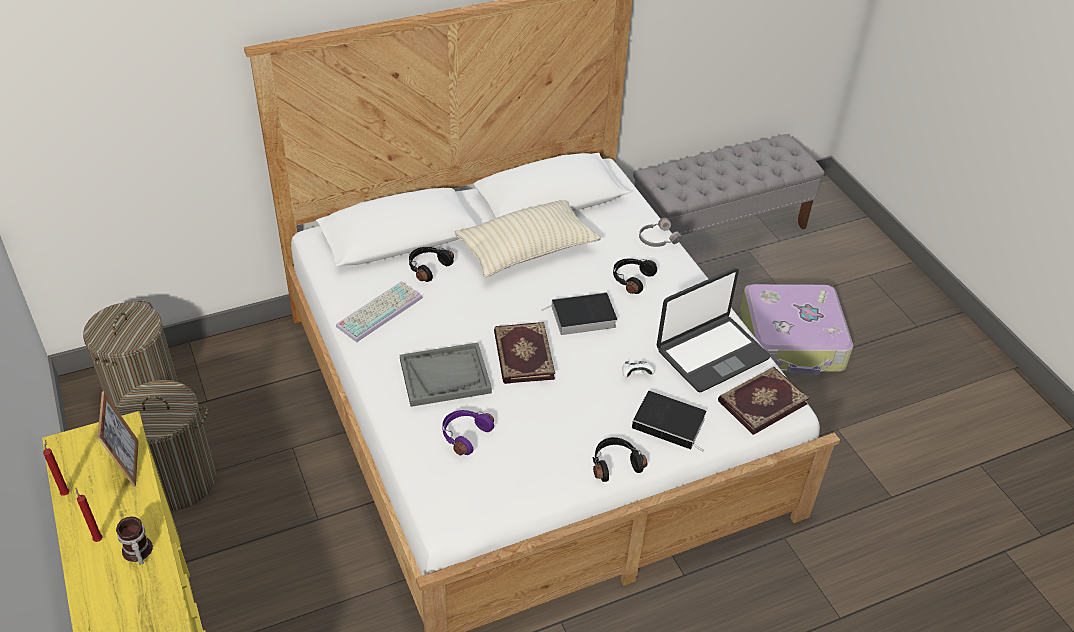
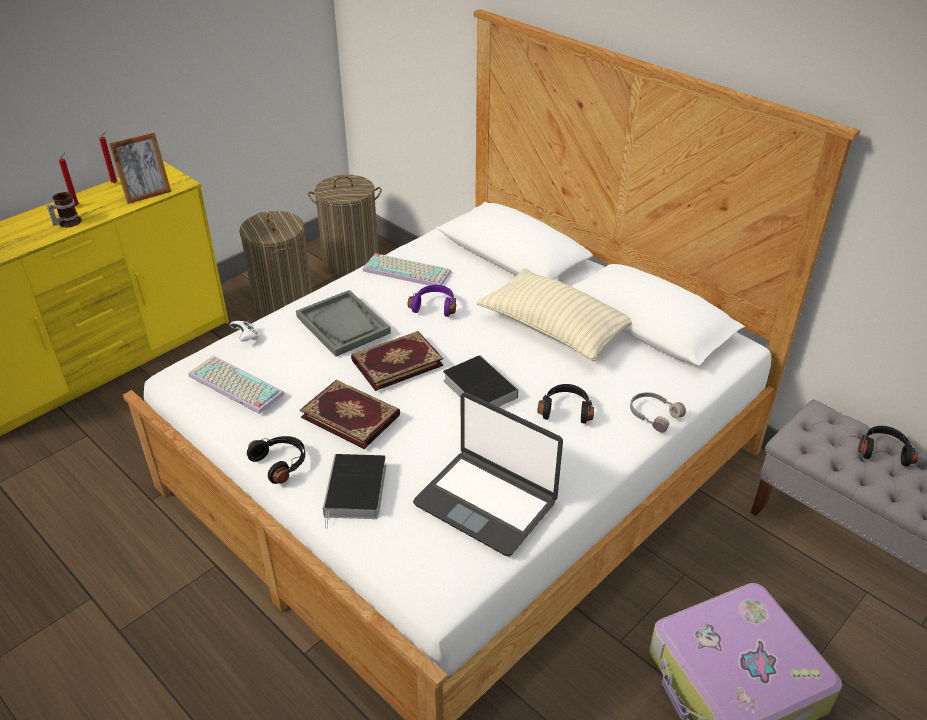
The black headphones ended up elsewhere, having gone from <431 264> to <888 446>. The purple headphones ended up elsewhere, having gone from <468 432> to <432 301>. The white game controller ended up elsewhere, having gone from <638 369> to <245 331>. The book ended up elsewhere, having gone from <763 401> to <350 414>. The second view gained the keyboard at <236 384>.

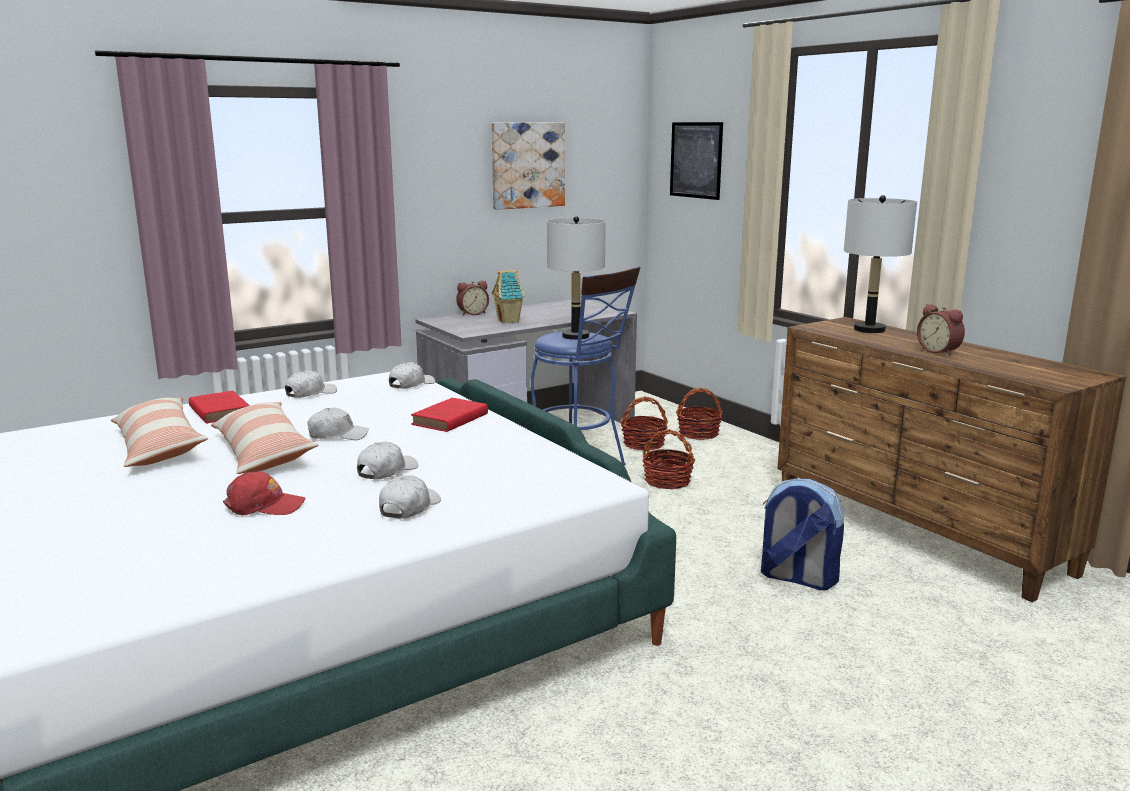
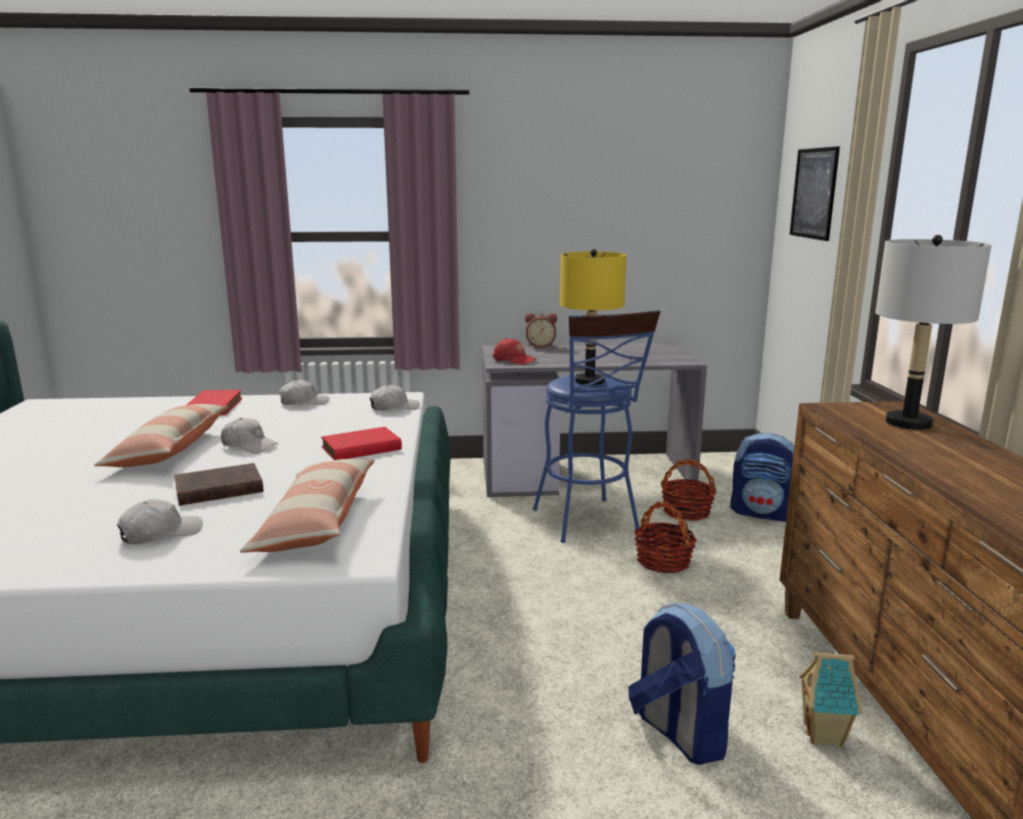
The pillow ended up elsewhere, having gone from <159 432> to <307 506>. The red cap ended up elsewhere, having gone from <264 493> to <515 351>. Where the white cap stood at <387 461>, the brown book came to stand at <219 484>. The second view lost the picture at <528 166>. The toy house ended up elsewhere, having gone from <508 296> to <830 698>. What was the grey table lamp at <576 278> turned into the yellow table lamp at <593 317>. Where the basket stood at <699 414>, the backpack came to stand at <762 477>. The second view lost the alarm clock at <941 330>.

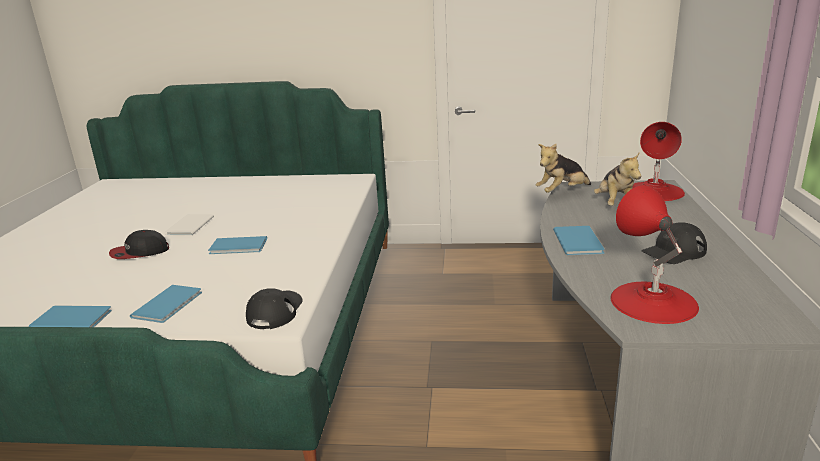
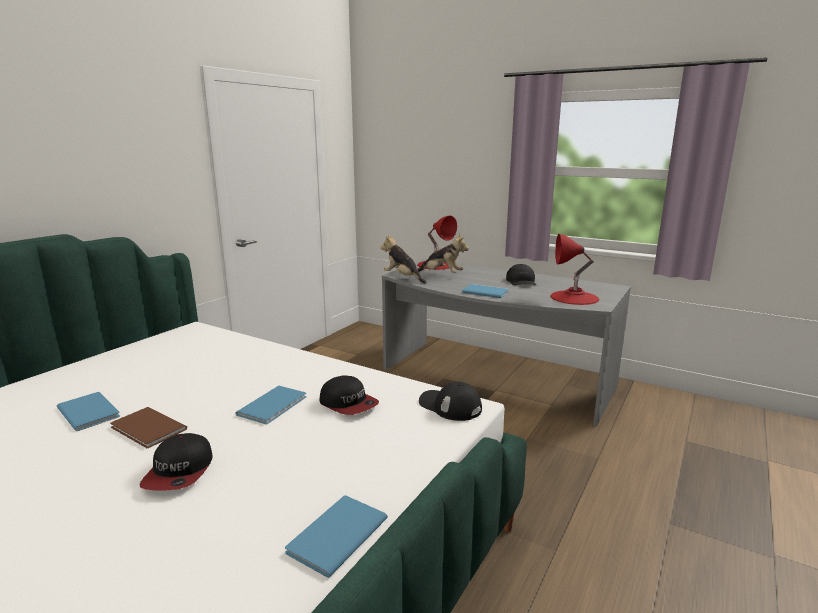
The blue book ended up elsewhere, having gone from <166 304> to <88 411>. What was the white book at <189 225> turned into the brown book at <148 427>. The plush toy at <563 168> ended up facing another way, 135 degrees clockwise from before. The second view gained the cap at <349 395>.

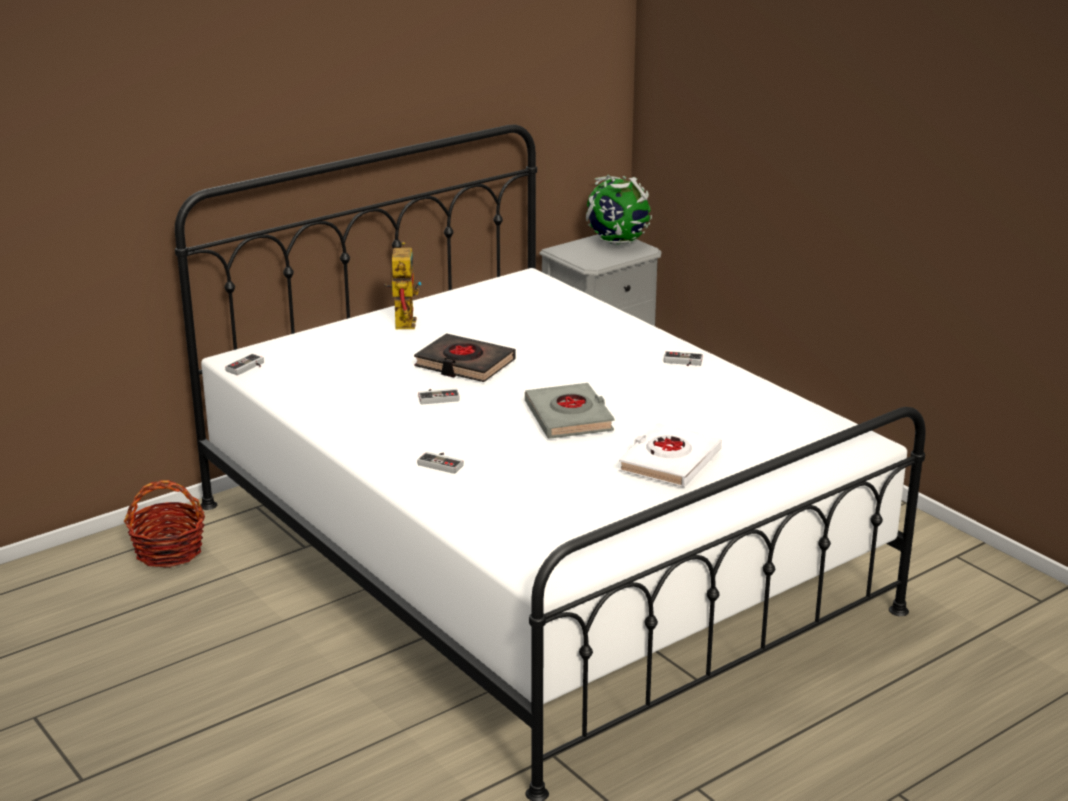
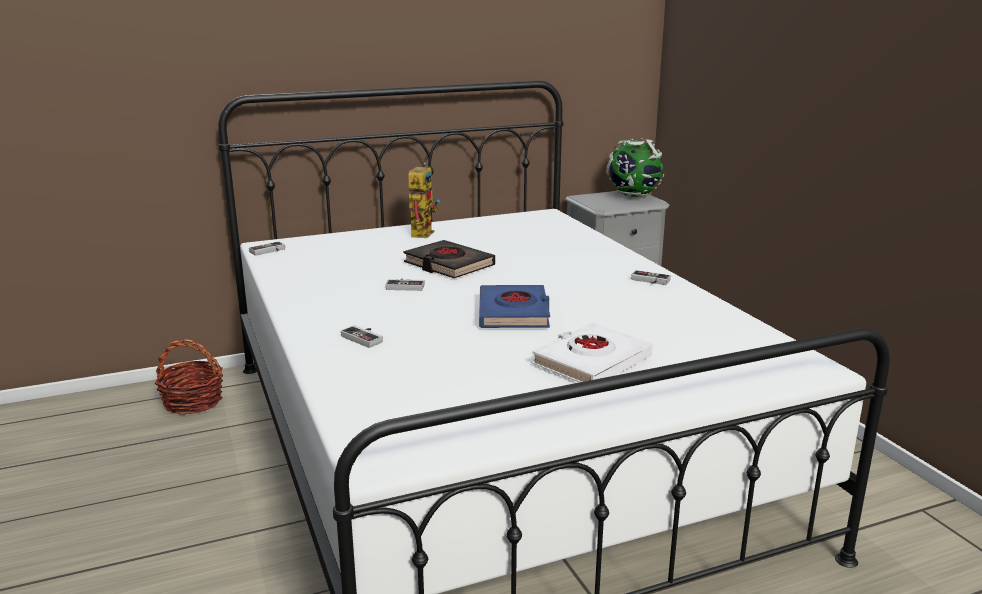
What was the grey book at <569 411> turned into the blue book at <514 306>.

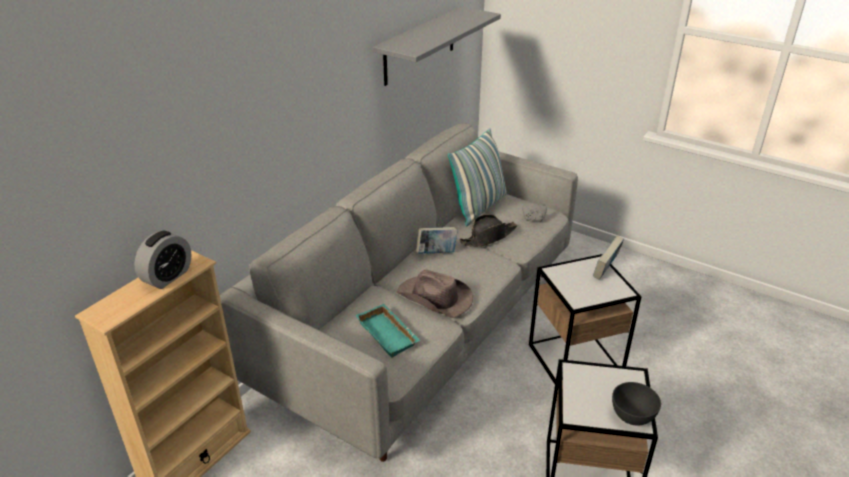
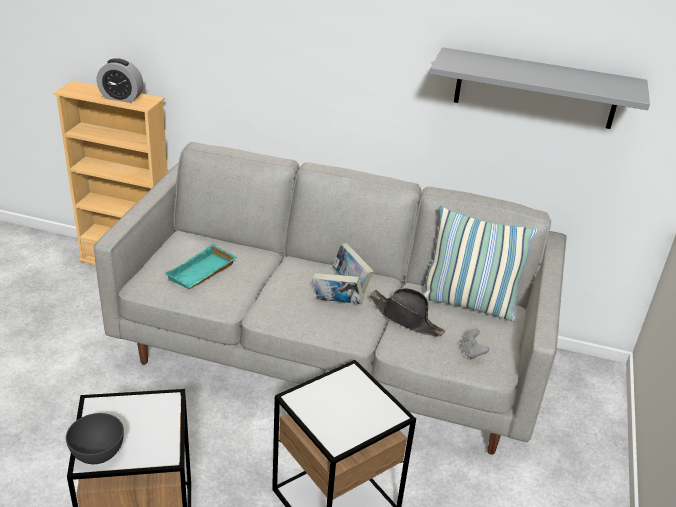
The second view lost the brown hat at <435 294>. The book ended up elsewhere, having gone from <608 258> to <338 288>.

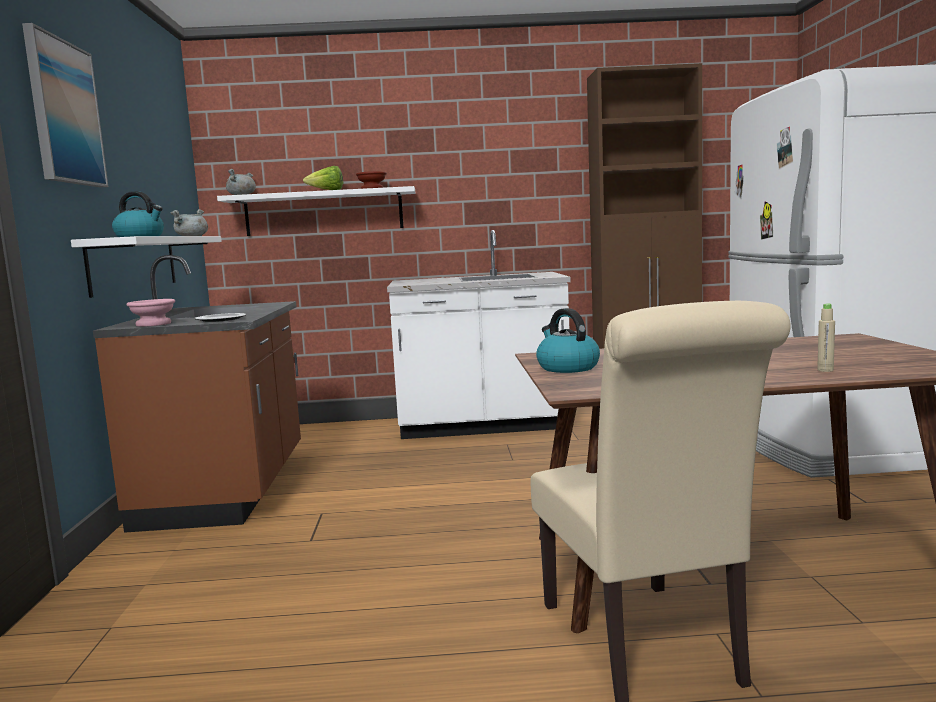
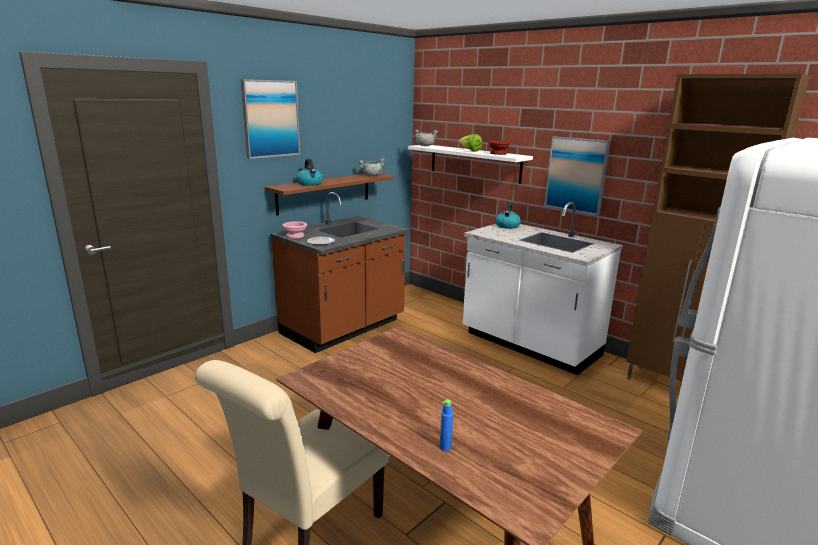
What was the white shelf at <146 267> turned into the brown shelf at <329 194>. The kettle ended up elsewhere, having gone from <568 340> to <508 215>. What was the beige bottle at <826 338> turned into the blue bottle at <446 425>. The second view gained the picture at <577 176>.

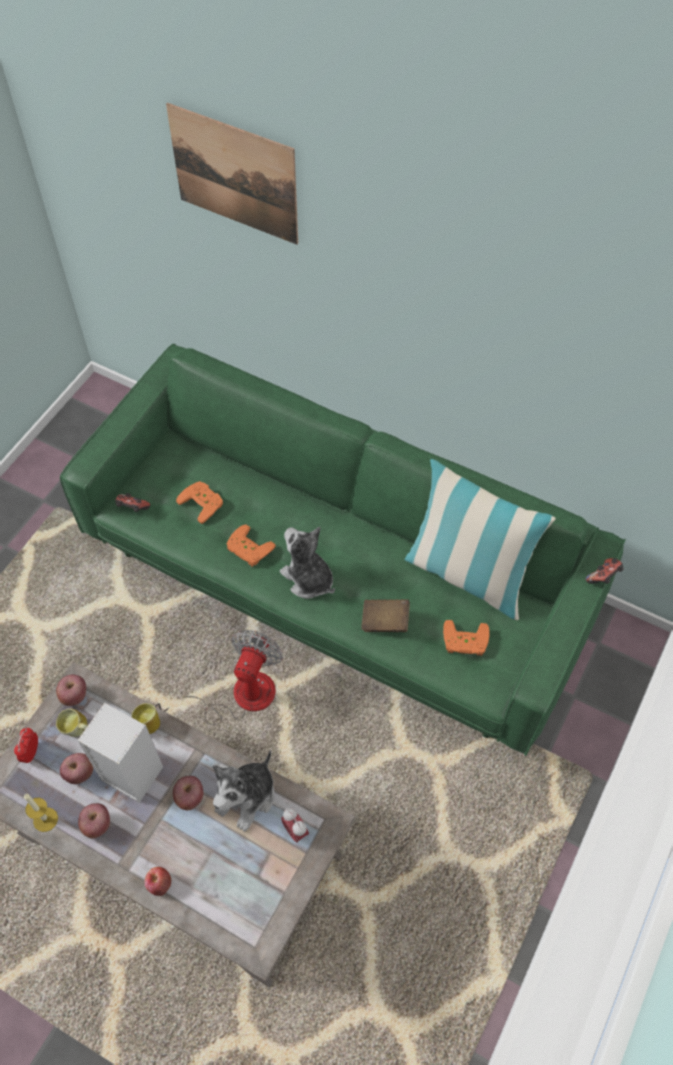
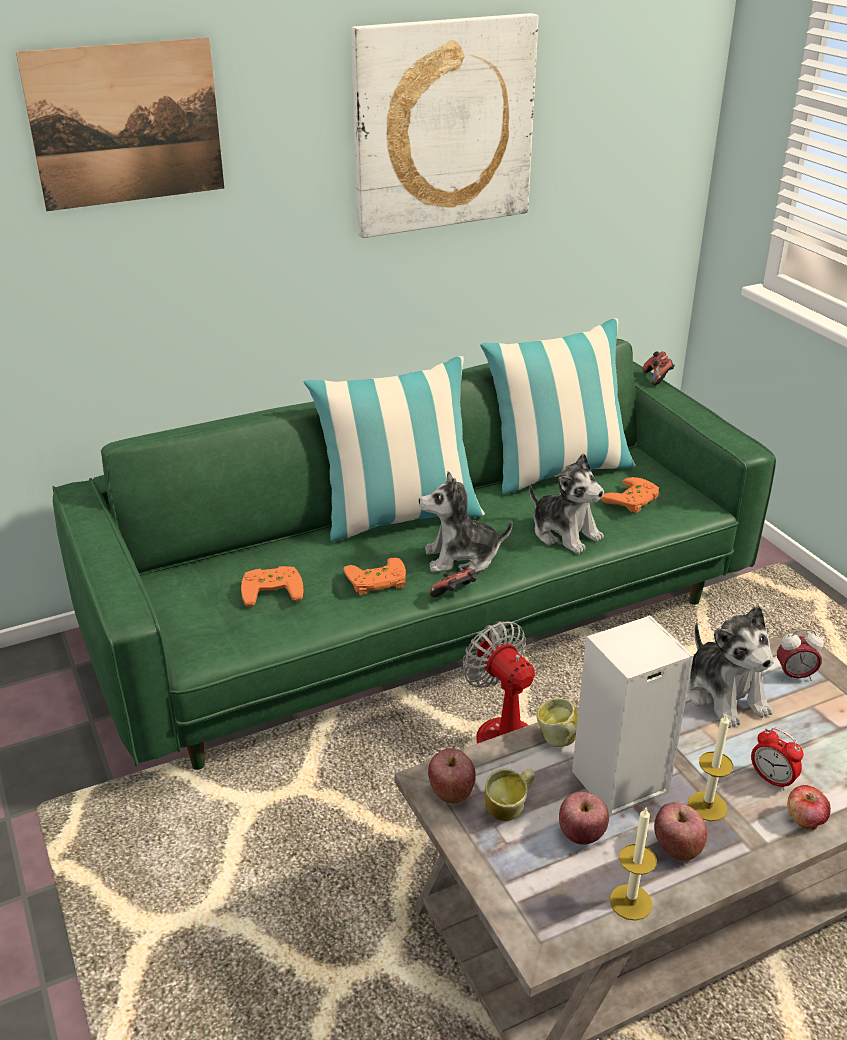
The alarm clock ended up elsewhere, having gone from <26 745> to <777 759>. The game controller ended up elsewhere, having gone from <132 502> to <453 581>. The second view lost the apple at <188 793>. Where the brown book stood at <385 615>, the plush toy came to stand at <566 503>. The second view gained the pillow at <394 448>. The second view gained the picture at <444 125>. The second view gained the candle at <710 767>.

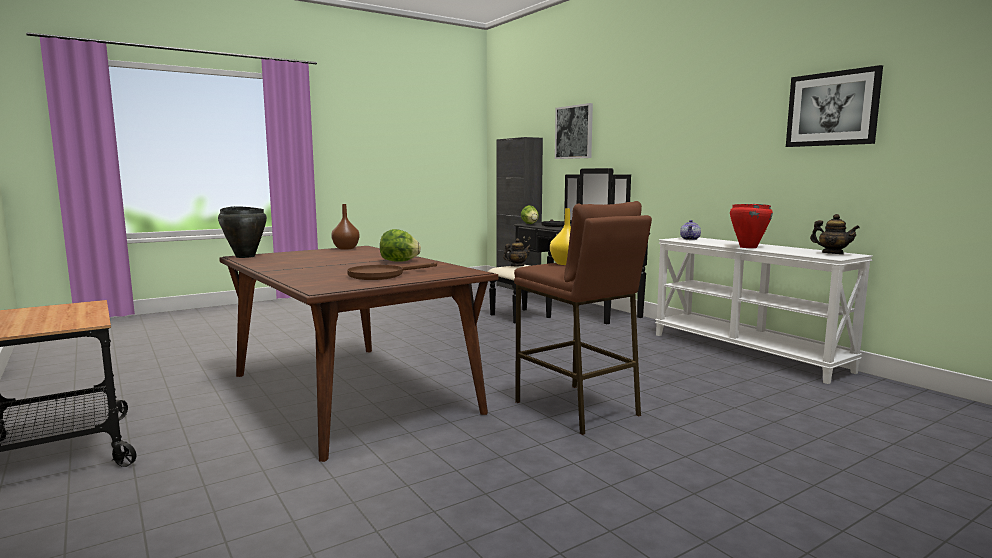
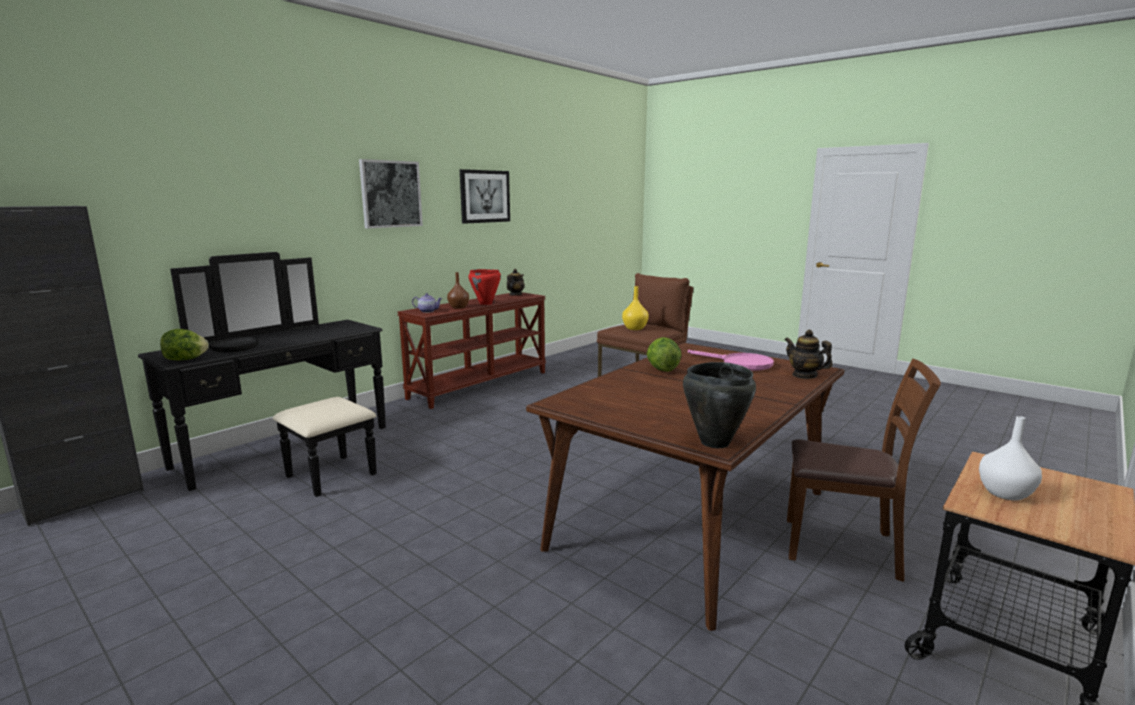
The brown vase ended up elsewhere, having gone from <345 227> to <458 290>. What was the brown frying pan at <392 271> turned into the pink frying pan at <731 360>. The teapot ended up elsewhere, having gone from <517 252> to <809 354>. The picture ended up elsewhere, having gone from <574 131> to <391 194>. What was the white console table at <764 310> turned into the brown console table at <471 350>. The second view gained the brown chair at <864 470>. The second view gained the white vase at <1010 458>.

